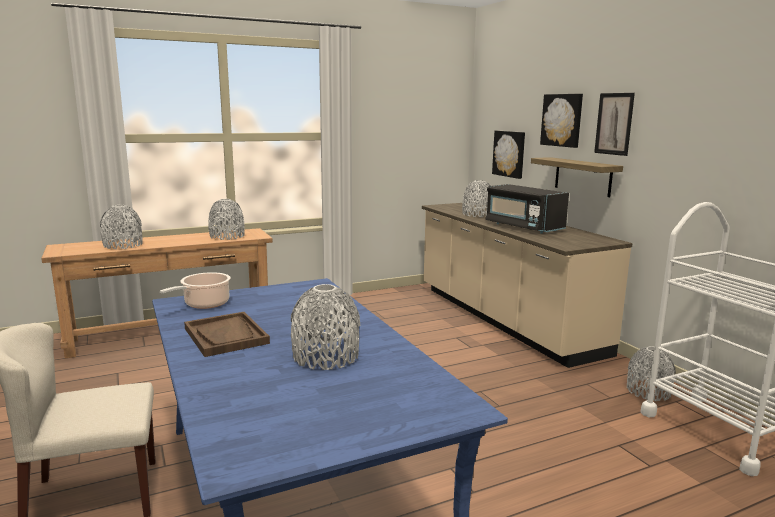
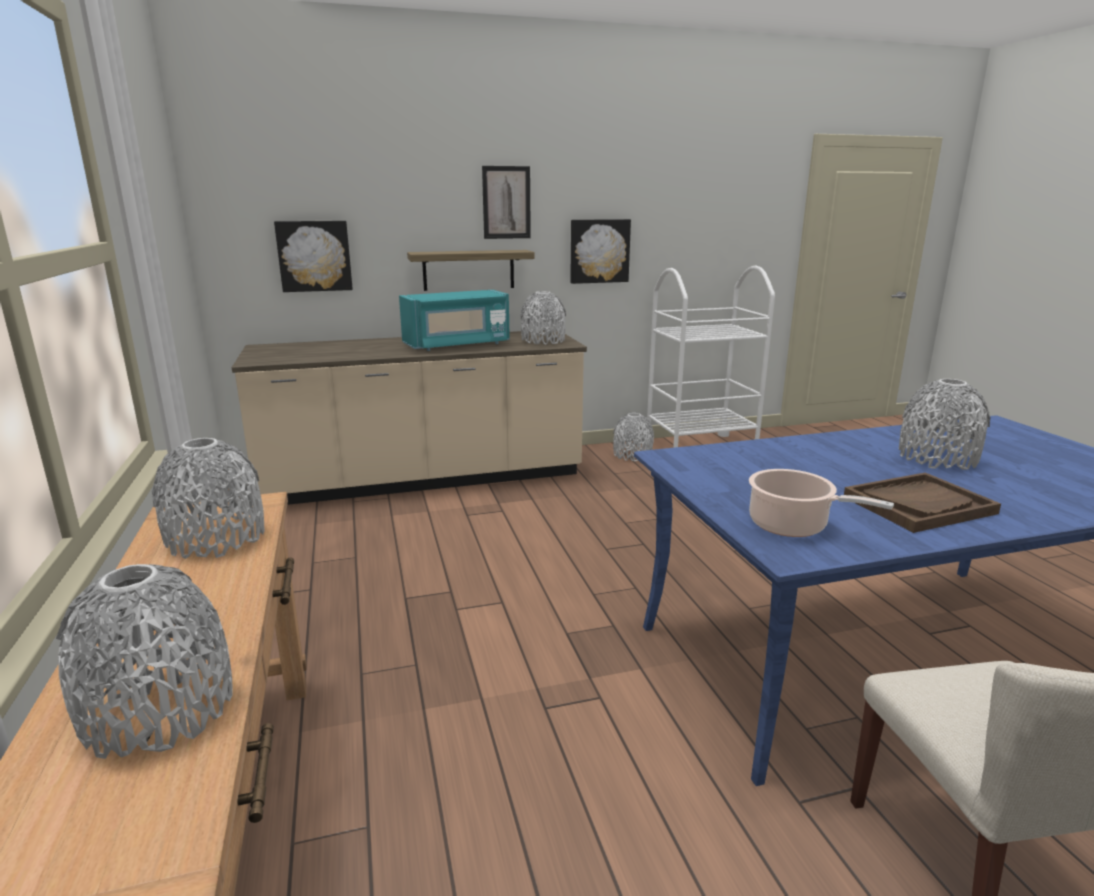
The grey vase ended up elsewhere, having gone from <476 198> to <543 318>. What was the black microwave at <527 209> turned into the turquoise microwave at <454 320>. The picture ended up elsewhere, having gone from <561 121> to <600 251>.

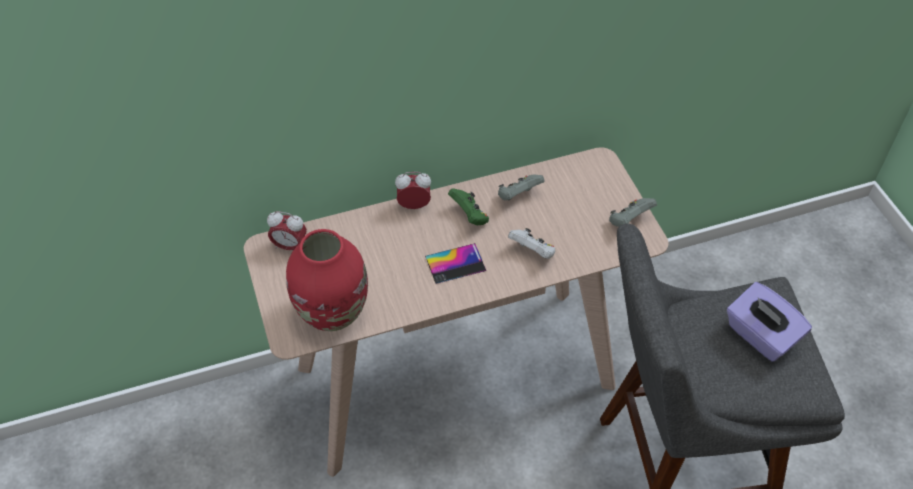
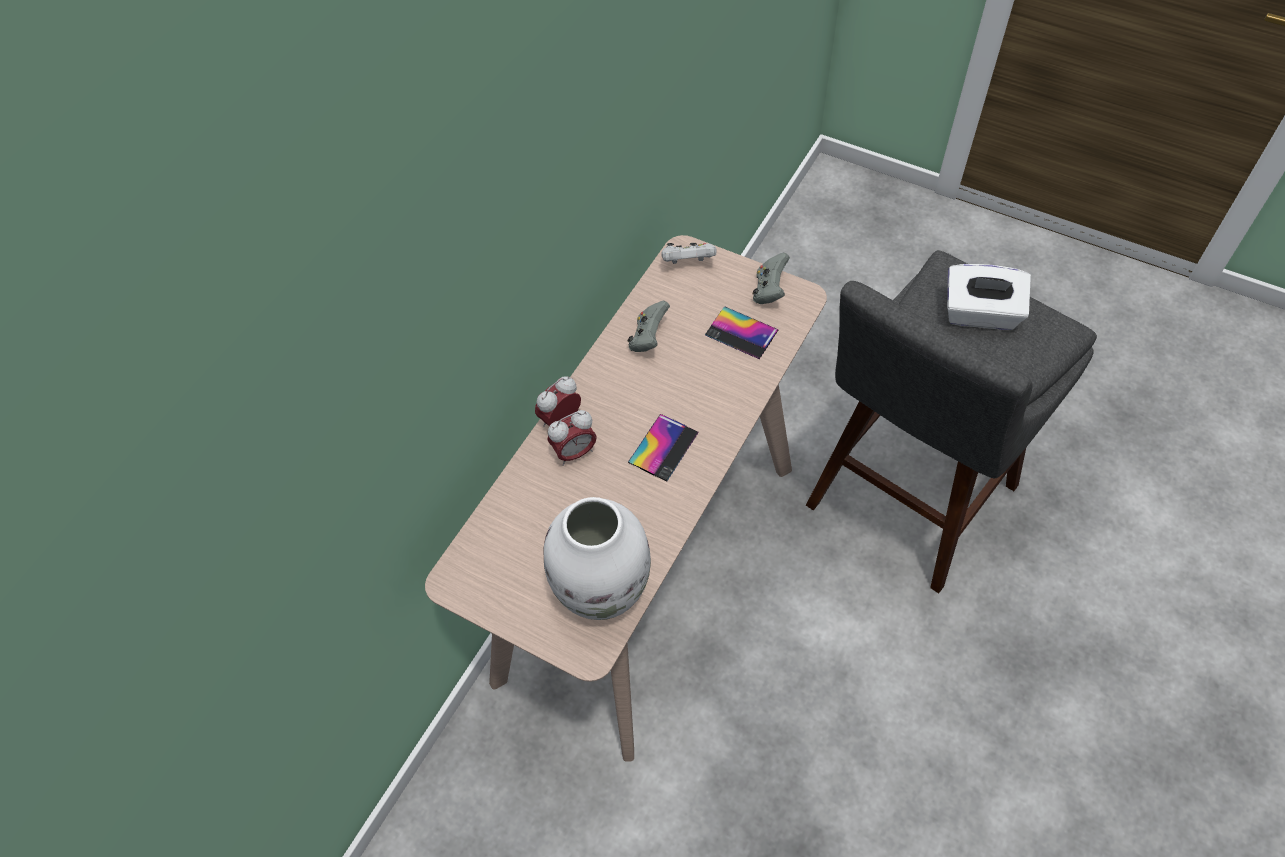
The alarm clock ended up elsewhere, having gone from <287 230> to <572 438>. What was the red vase at <327 280> turned into the white vase at <597 558>. The second view lost the green game controller at <468 207>. The white game controller ended up elsewhere, having gone from <531 243> to <689 253>. What was the purple tissue box at <769 322> turned into the white tissue box at <989 297>. The second view gained the phone at <742 332>.

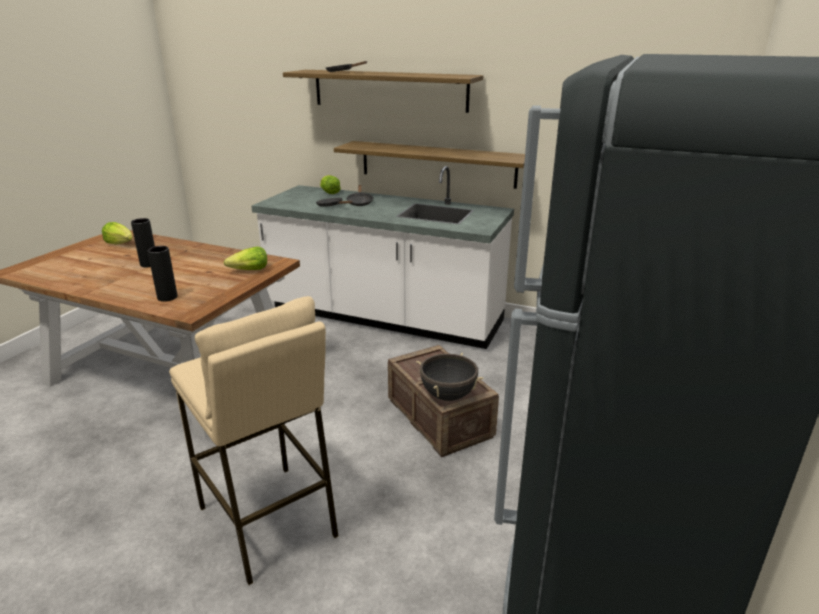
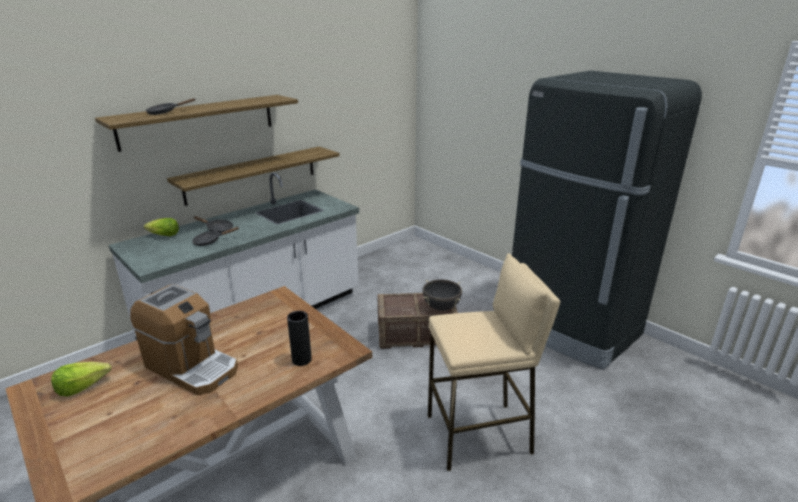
Where the black vase stood at <143 242>, the coffee machine came to stand at <184 340>. The second view lost the lettuce at <245 258>.

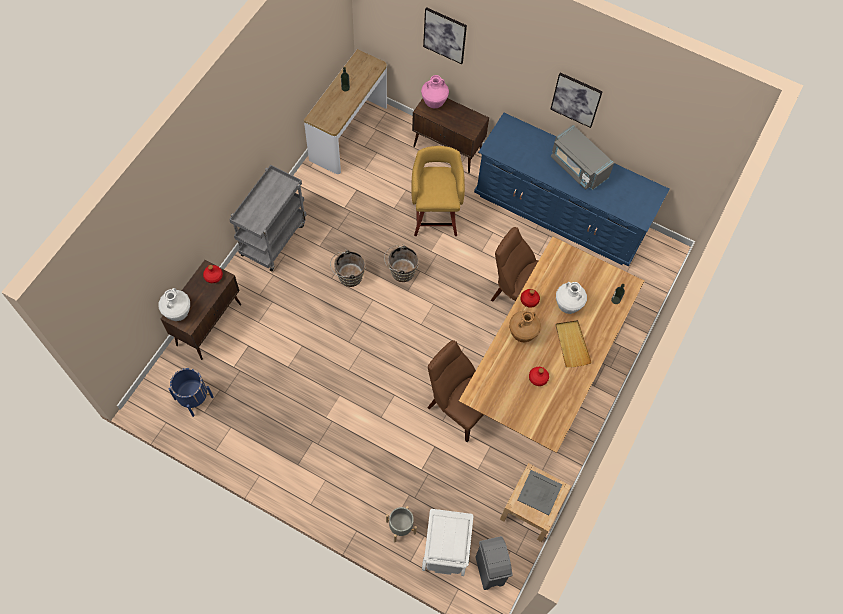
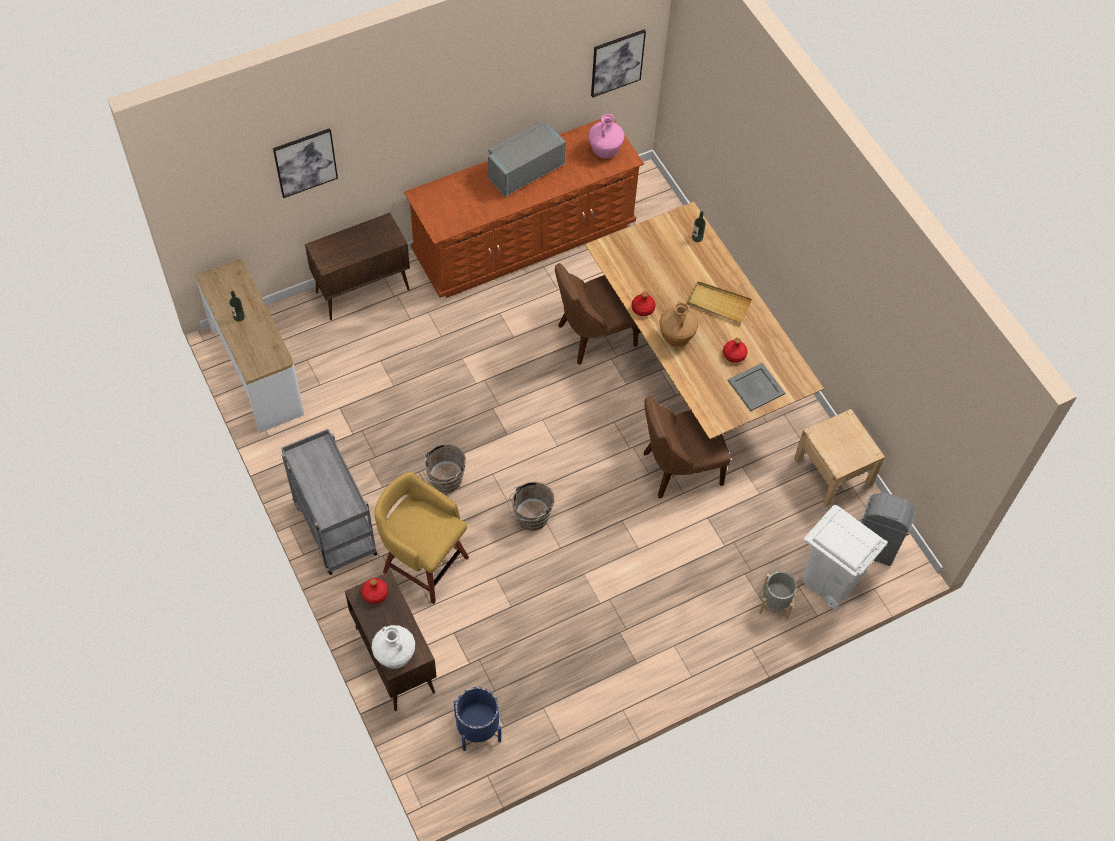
The brown bucket ended up elsewhere, having gone from <401 263> to <531 506>. The yellow stool ended up elsewhere, having gone from <438 191> to <421 538>. The pink vase ended up elsewhere, having gone from <435 92> to <606 136>. What was the blue dresser at <571 190> turned into the brown dresser at <524 208>. The grey tray ended up elsewhere, having gone from <540 492> to <756 387>. The picture ended up elsewhere, having gone from <576 100> to <618 63>. The grey microwave at <582 157> ended up facing another way, 150 degrees clockwise from before. The second view lost the white vase at <571 298>.

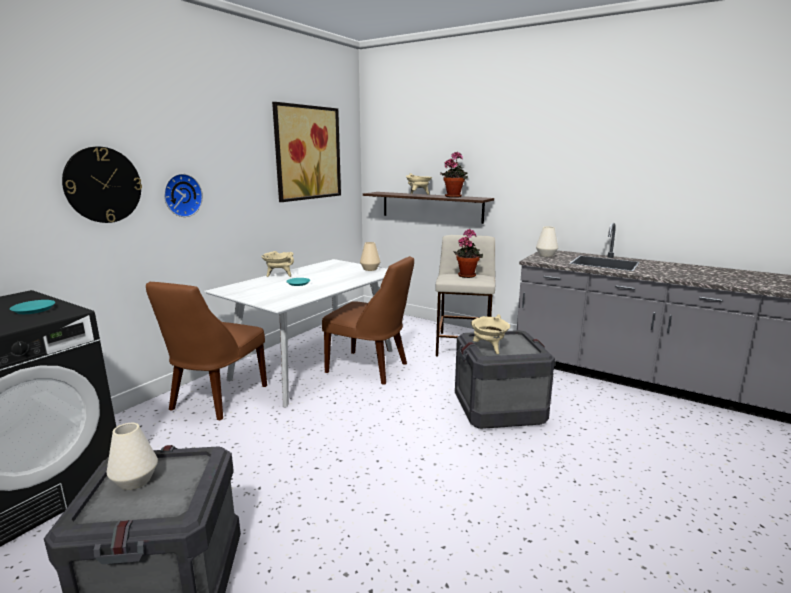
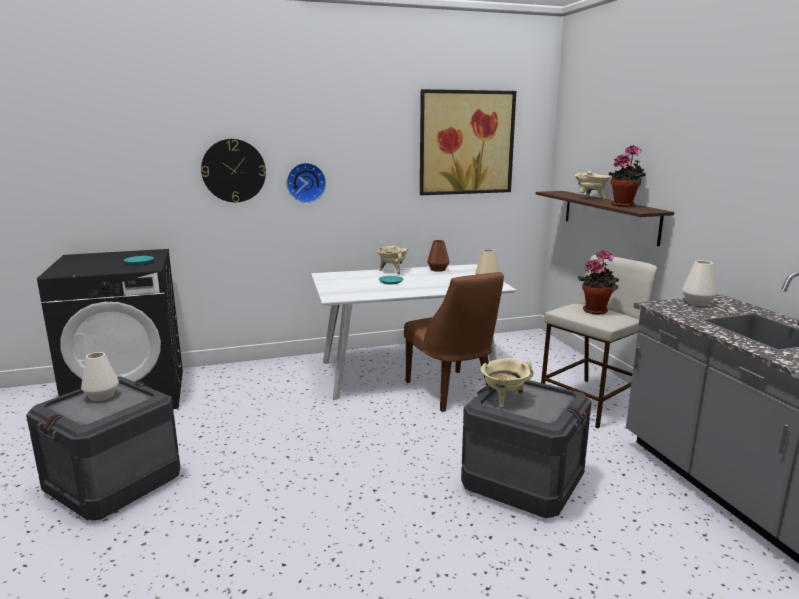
The second view lost the brown chair at <206 351>. The second view gained the brown vase at <438 256>.

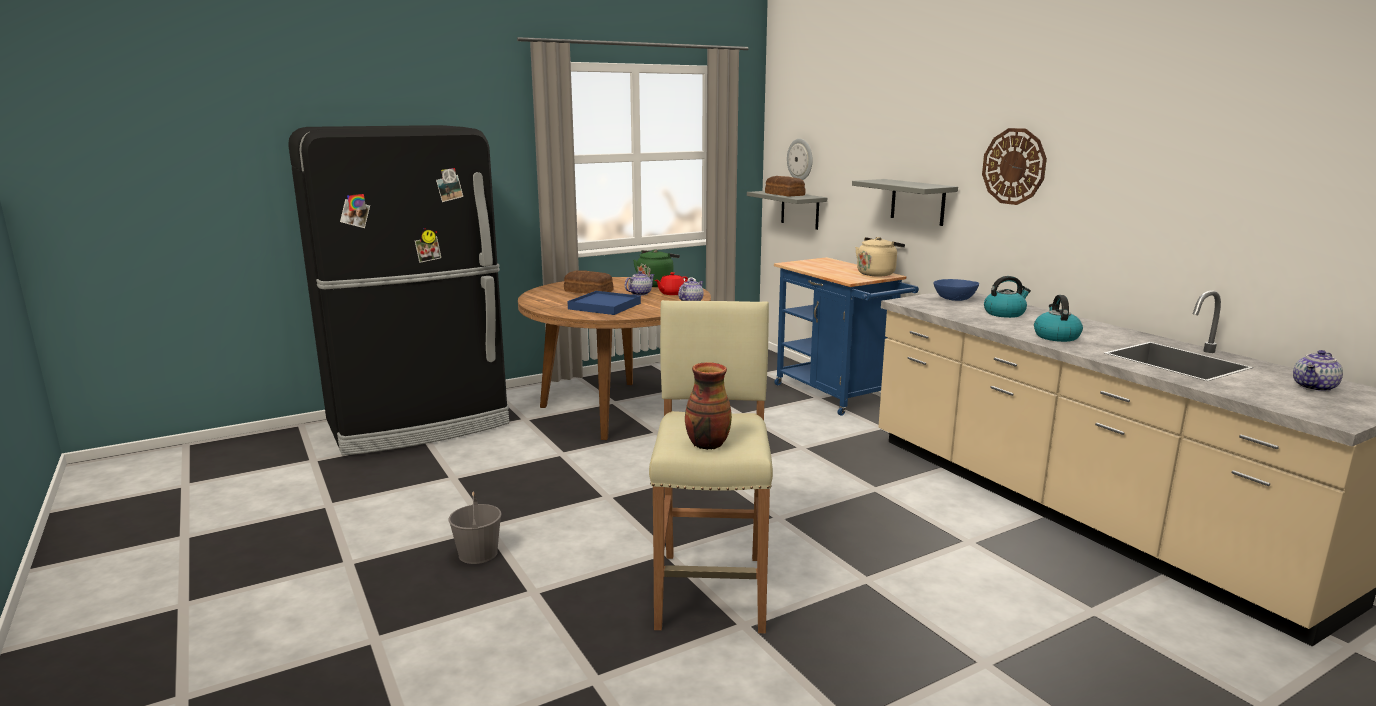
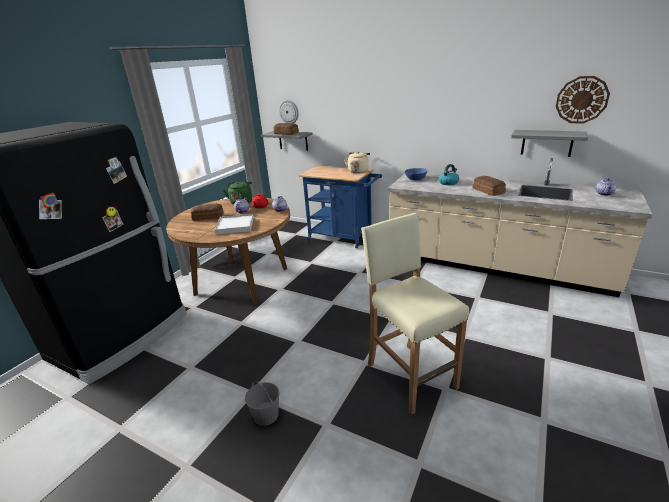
What was the blue tray at <604 303> turned into the white tray at <234 224>. The second view lost the vase at <708 406>. The grey shelf ended up elsewhere, having gone from <905 202> to <549 143>. The wall clock ended up elsewhere, having gone from <1014 166> to <583 100>. Where the kettle stood at <1058 318>, the bread came to stand at <489 186>.

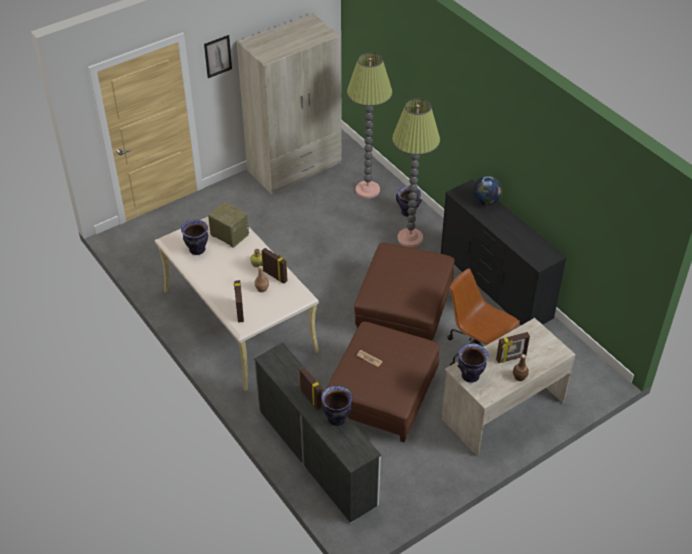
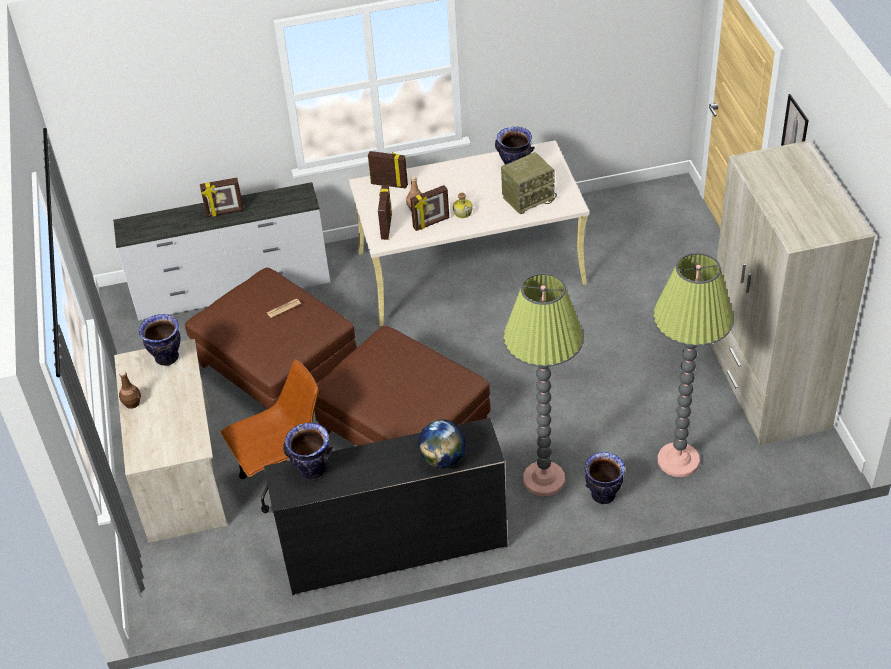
The vase ended up elsewhere, having gone from <337 406> to <308 451>. The picture frame ended up elsewhere, having gone from <513 347> to <385 213>.

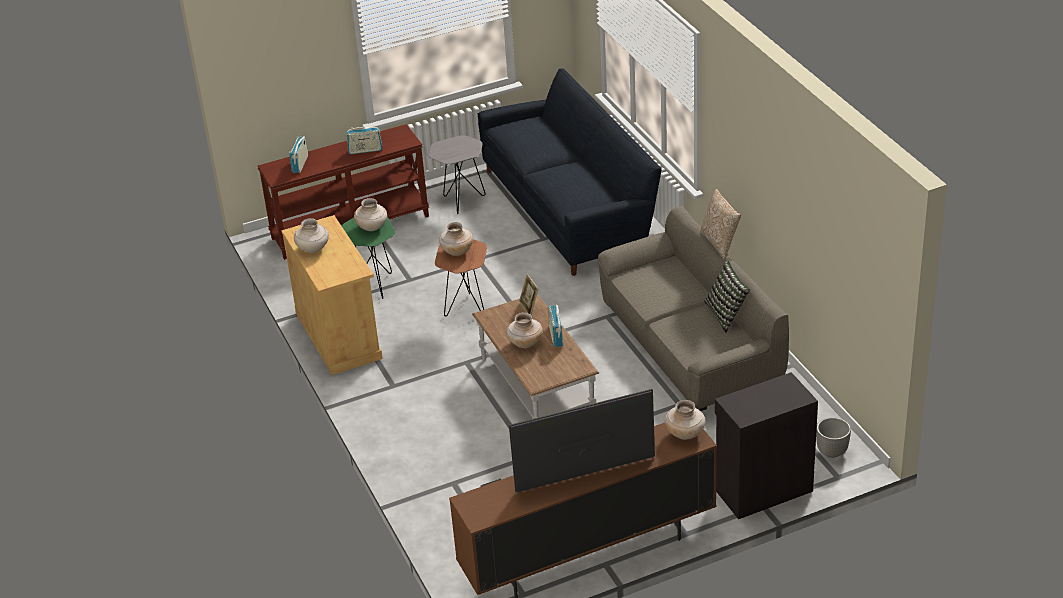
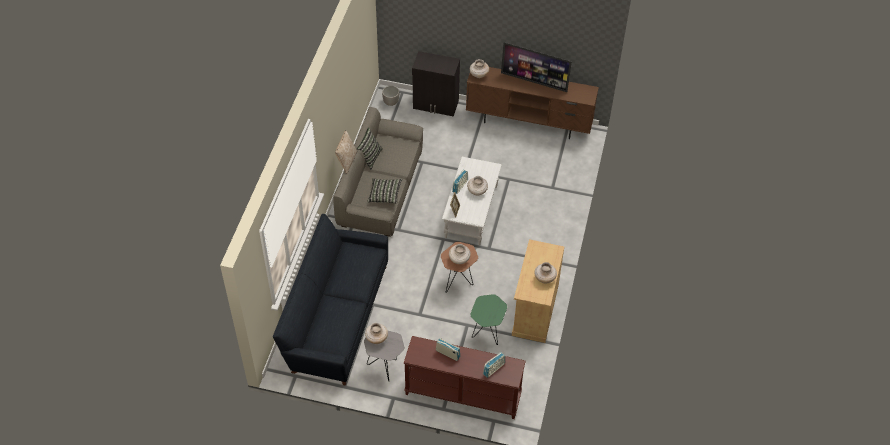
The beige vase ended up elsewhere, having gone from <370 214> to <376 333>. What was the brown coffee table at <535 356> turned into the white coffee table at <472 201>. The second view gained the pillow at <384 191>.

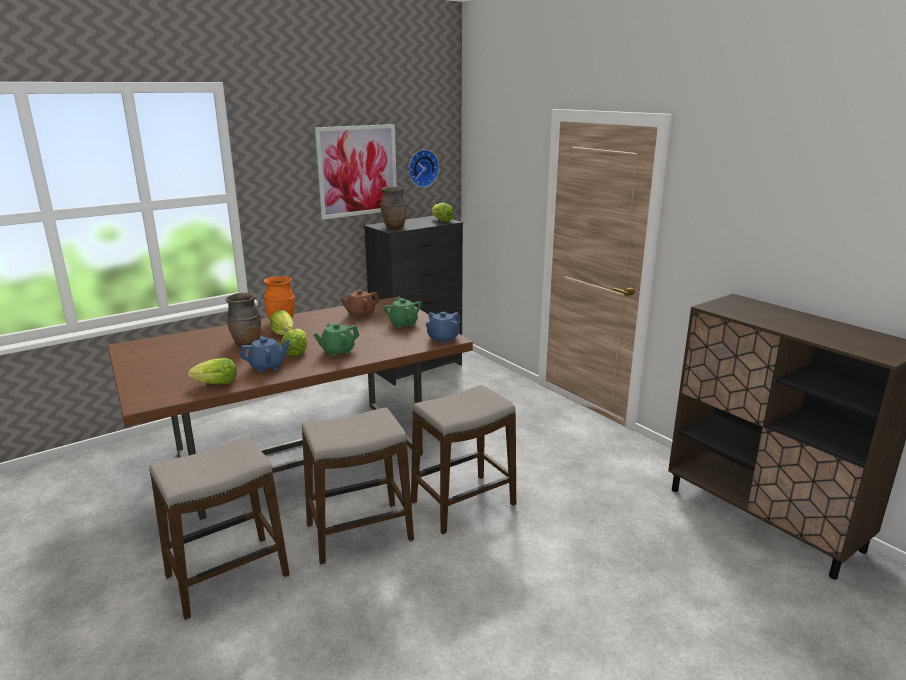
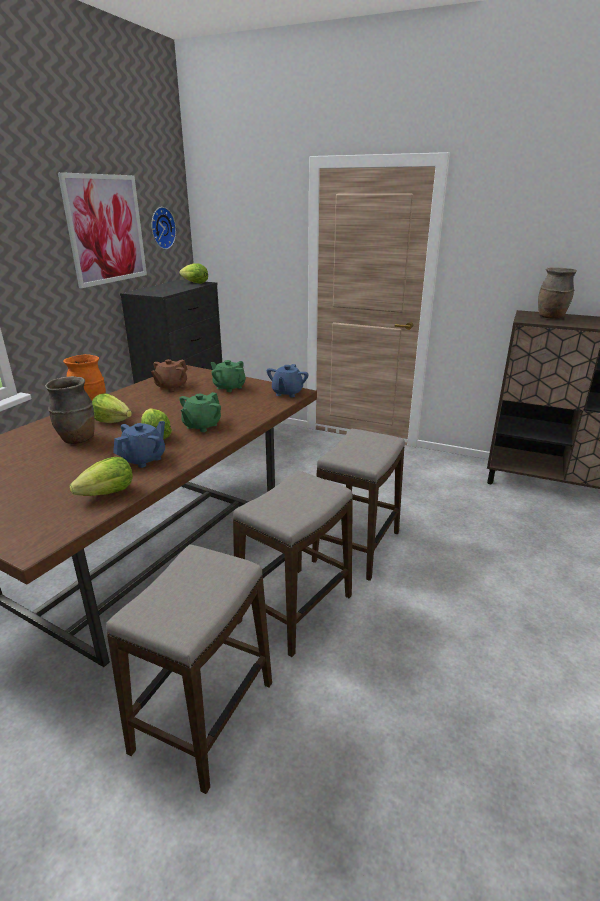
The brown vase ended up elsewhere, having gone from <394 207> to <557 293>.

